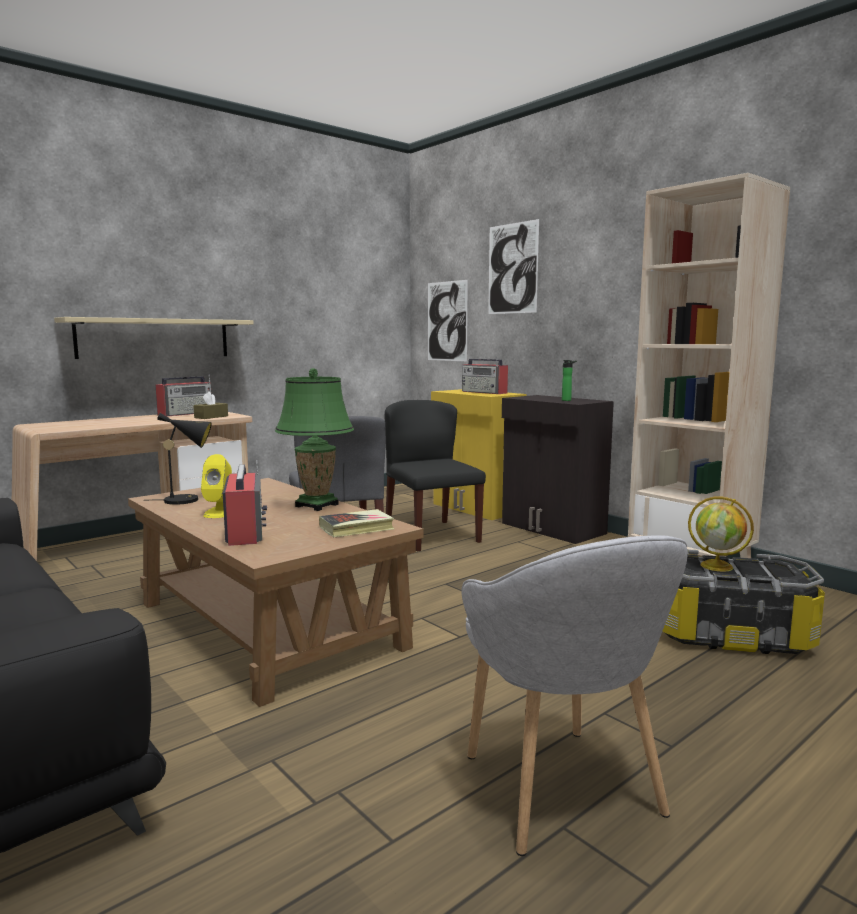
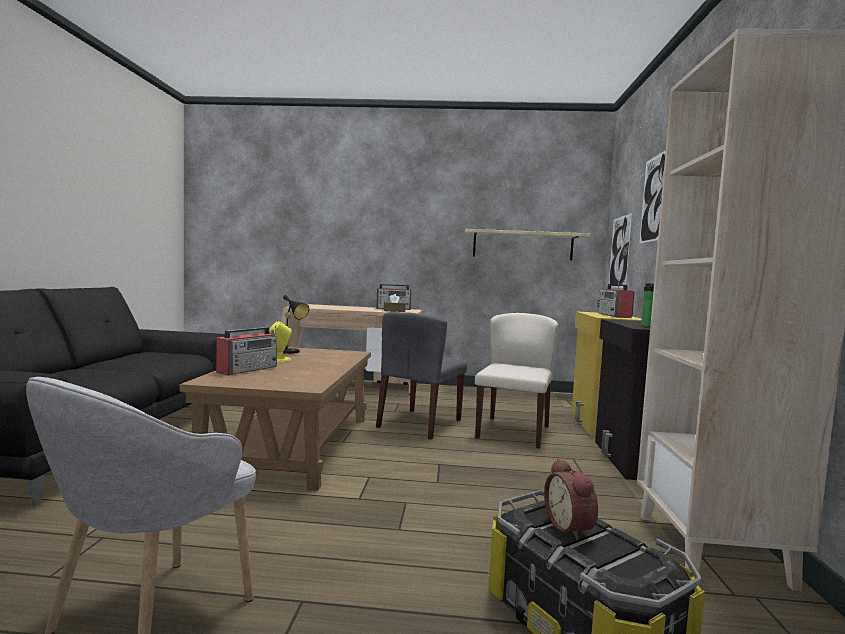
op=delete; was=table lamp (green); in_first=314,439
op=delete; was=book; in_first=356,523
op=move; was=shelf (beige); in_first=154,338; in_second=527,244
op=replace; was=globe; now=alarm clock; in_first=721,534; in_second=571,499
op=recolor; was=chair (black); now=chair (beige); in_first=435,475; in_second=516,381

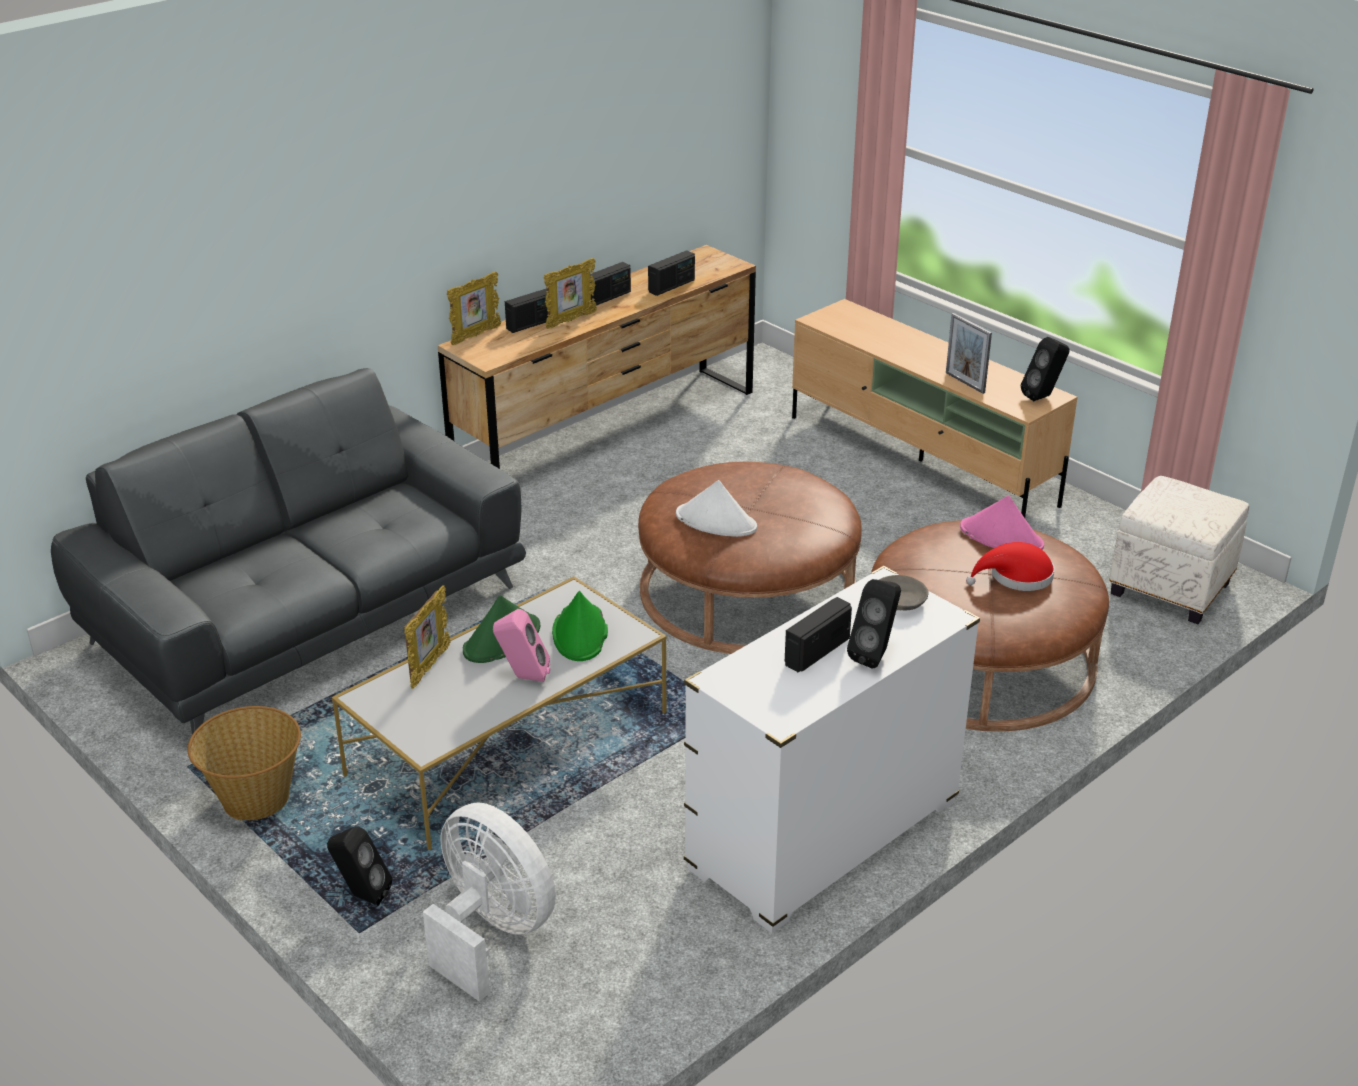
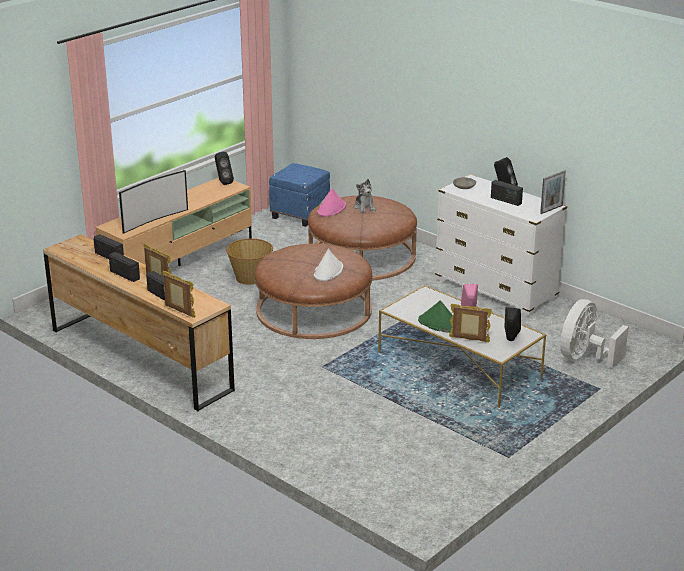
op=delete; was=sofa (grey); in_first=288,551
op=delete; was=hat (green); in_first=580,626
op=insert; now=television; in_second=153,202
op=move; was=basket; in_first=244,763; in_second=249,262
op=move; was=speaker (black); in_first=359,866; in_second=512,324
op=move; was=picture frame; in_first=969,353; in_second=553,192
op=replace; was=hat (red); now=plush toy; in_first=1010,566; in_second=364,196
op=recolor; was=ottoman (white); now=ottoman (blue); in_first=1179,550; in_second=299,195

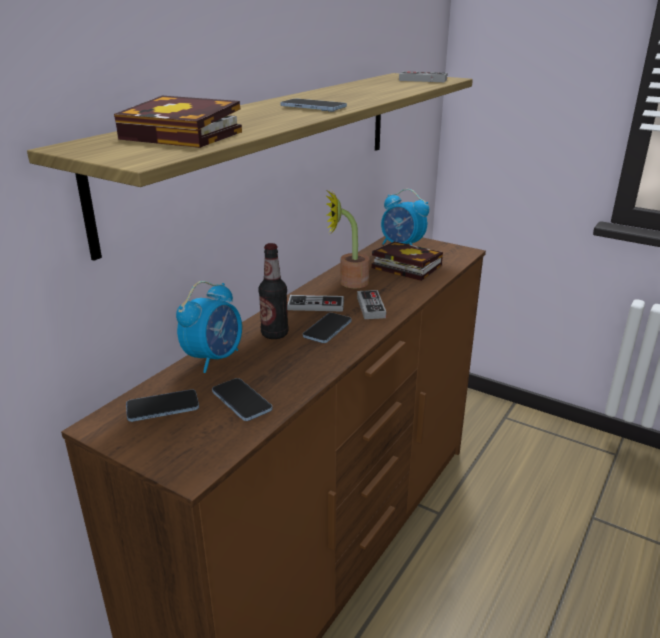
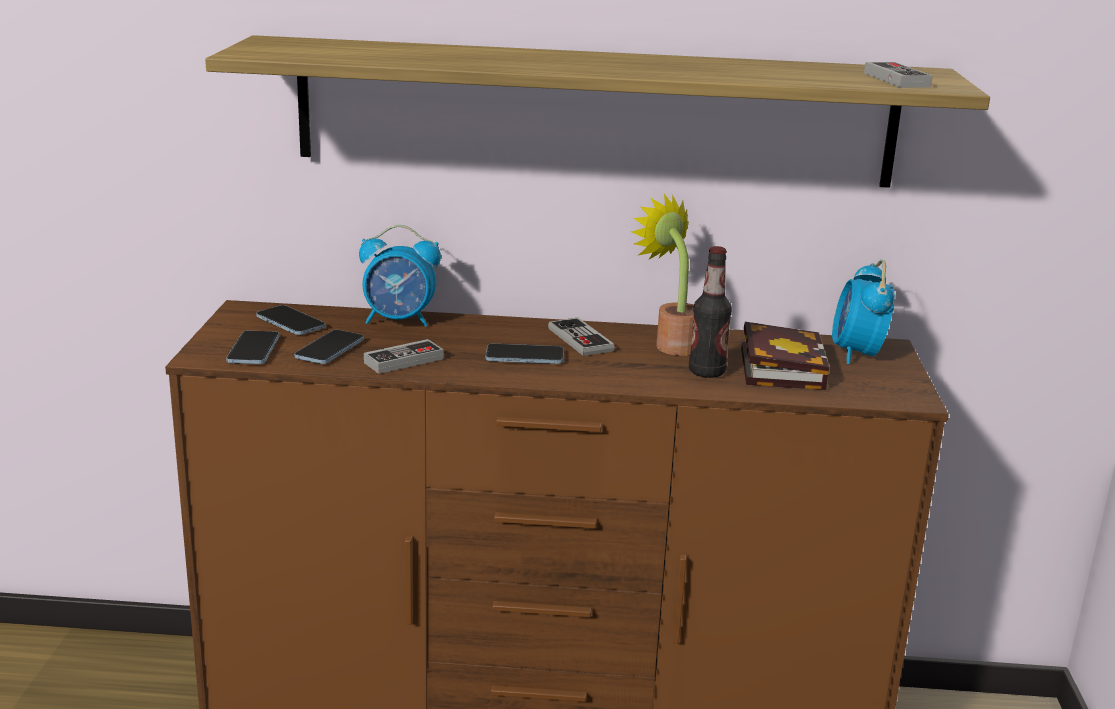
op=delete; was=book; in_first=178,122
op=move; was=bottle; in_first=273,291; in_second=710,312
op=move; was=phone; in_first=313,105; in_second=252,347
op=move; was=game controller; in_first=371,304; in_second=404,356

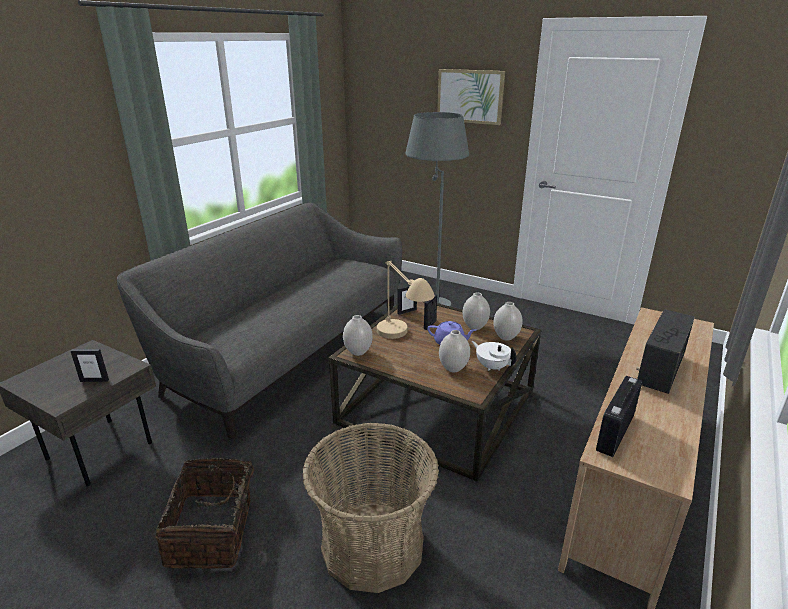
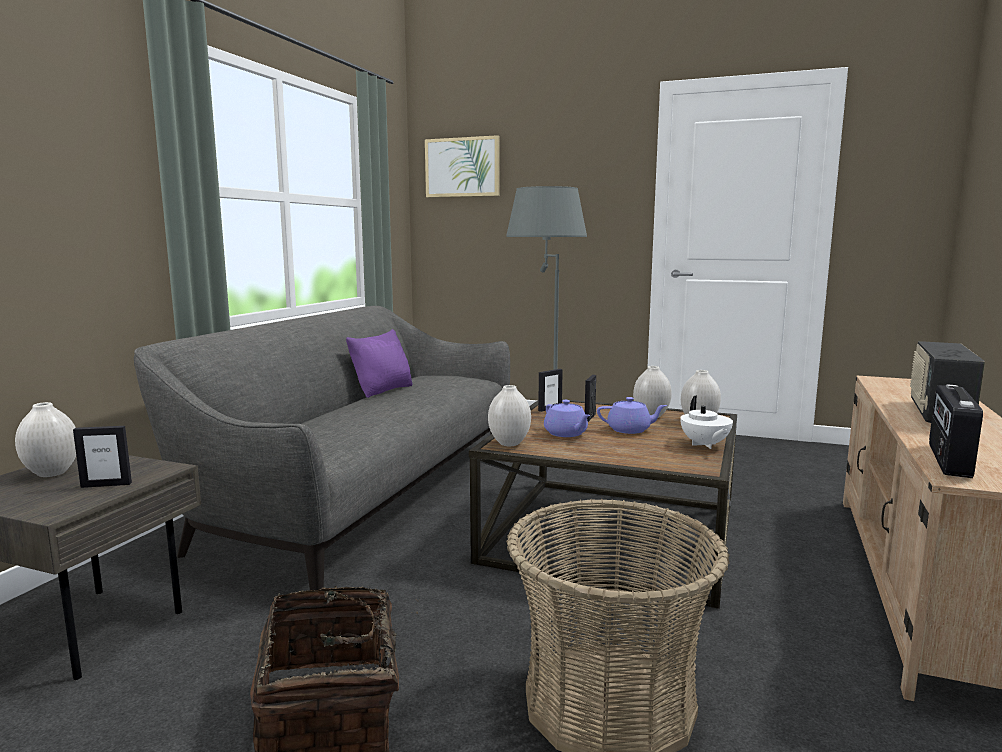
op=insert; now=pillow (purple); in_second=379,363
op=move; was=picture; in_first=471,97; in_second=462,166
op=move; was=vase (white); in_first=454,351; in_second=45,439
op=replace; was=table lamp (beige); now=teapot (purple); in_first=406,300; in_second=567,418
op=rotate; was=teapot (white); in_first=494,356; in_second=706,422; clockwise=-135

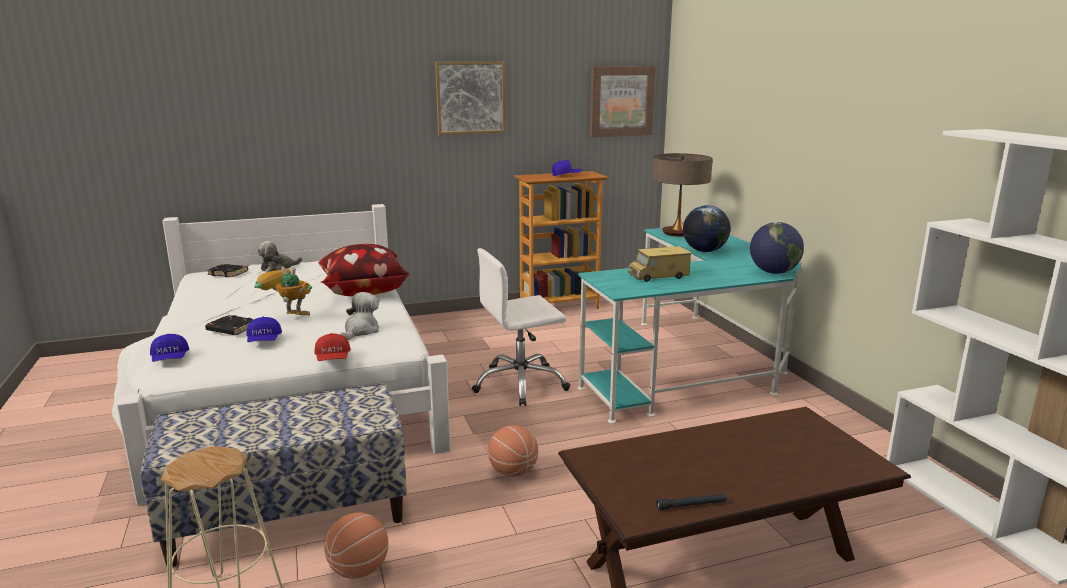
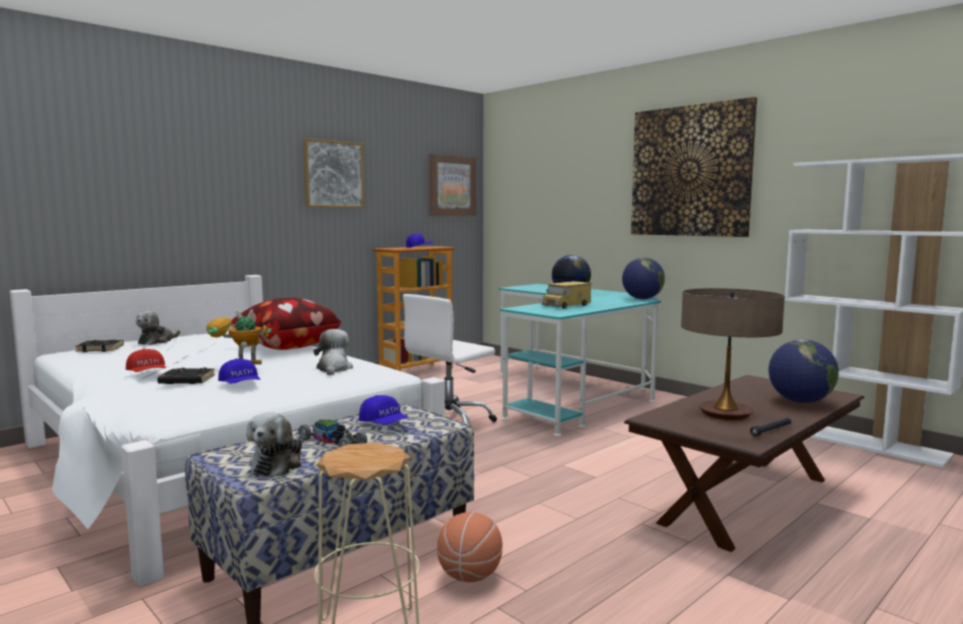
op=delete; was=basketball; in_first=513,451
op=insert; now=plush toy; in_second=274,444
op=insert; now=toy car; in_second=333,433
op=insert; now=picture; in_second=694,167
op=insert; now=globe; in_second=803,371
op=move; was=cap (blue); in_first=169,348; in_second=384,410
op=move; was=cap (red); in_first=332,347; in_second=146,360
op=move; was=table lamp; in_first=682,195; in_second=733,354

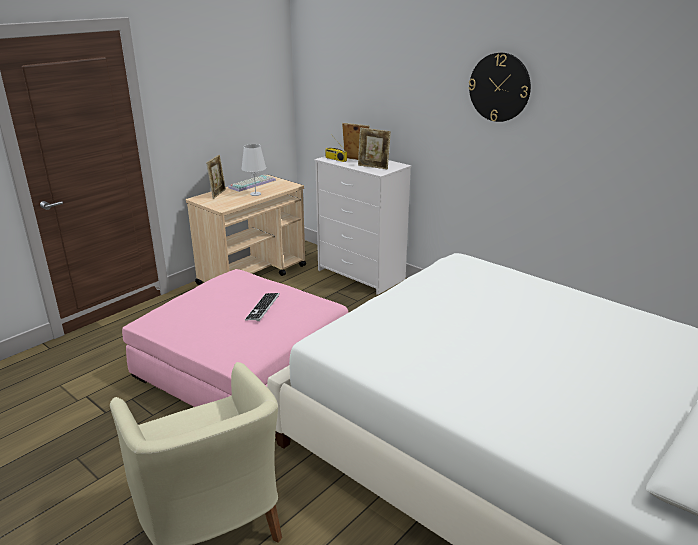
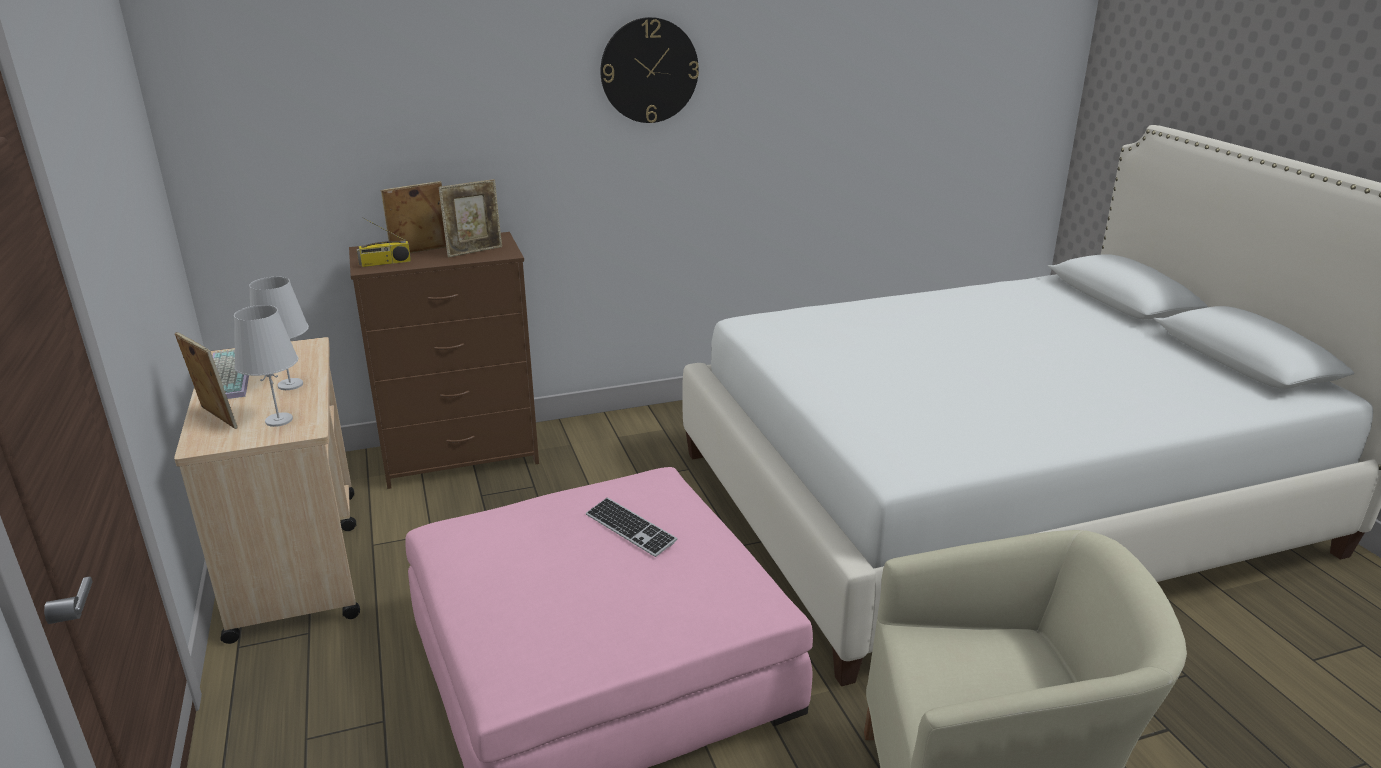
op=insert; now=table lamp (white); in_second=266,366
op=recolor; was=dresser (white); now=dresser (brown); in_first=362,225; in_second=444,360

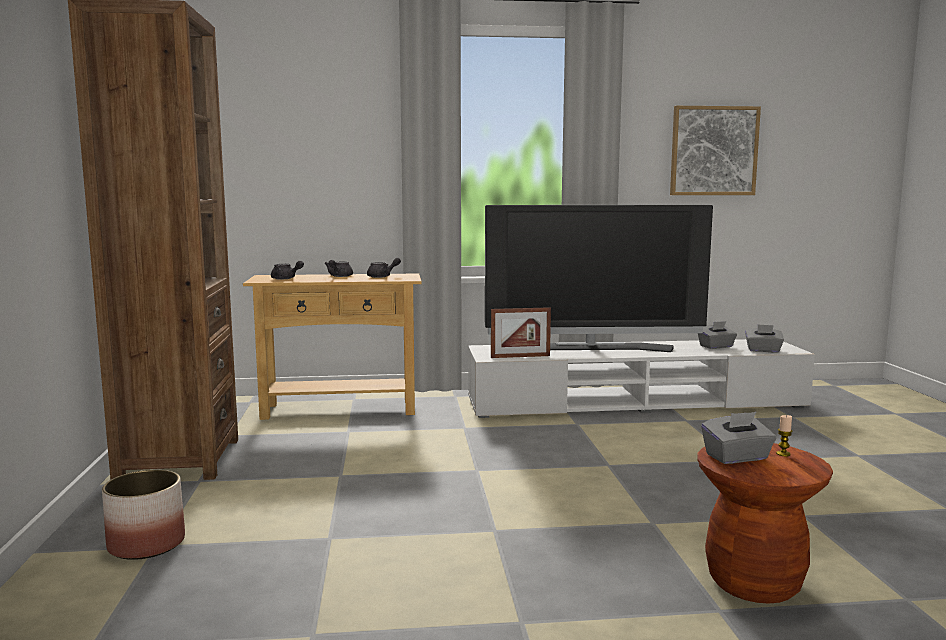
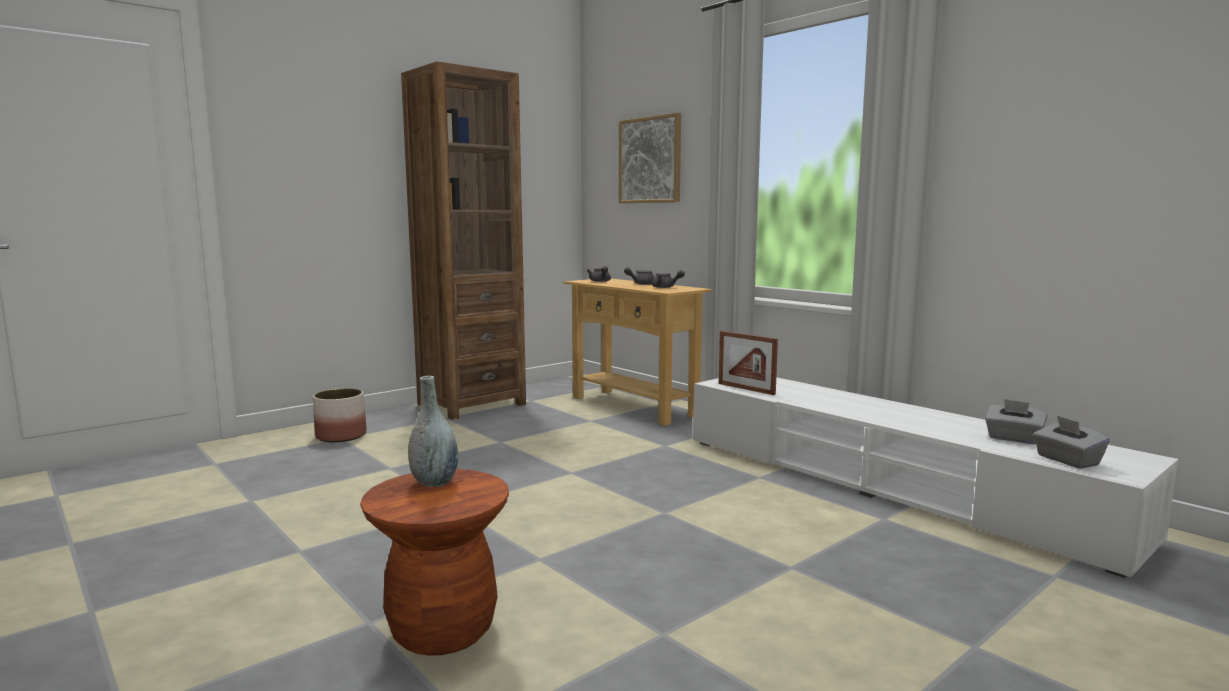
op=delete; was=television; in_first=599,278
op=delete; was=candle; in_first=784,435
op=move; was=picture; in_first=715,150; in_second=650,158
op=replace; was=tissue box (grey); now=vase (grey); in_first=738,438; in_second=433,431

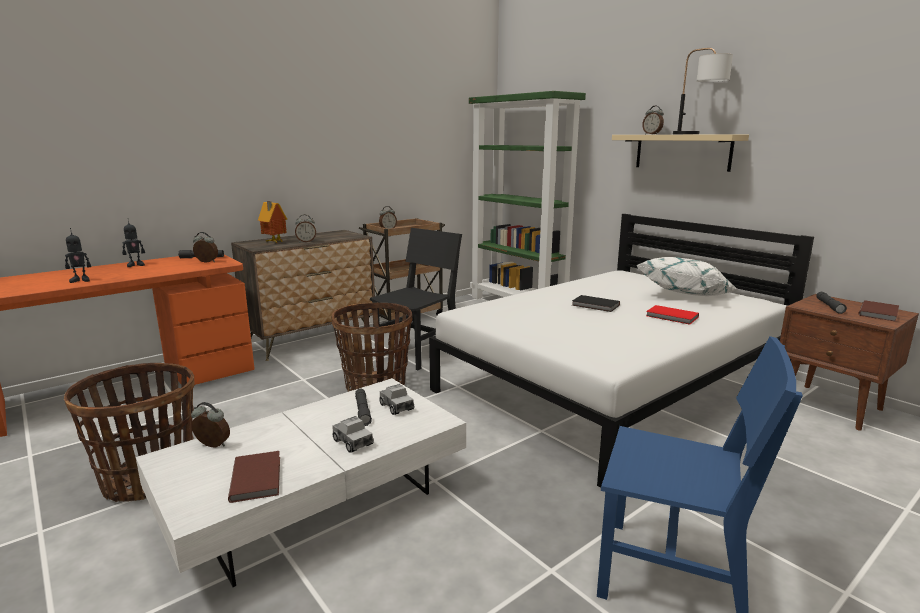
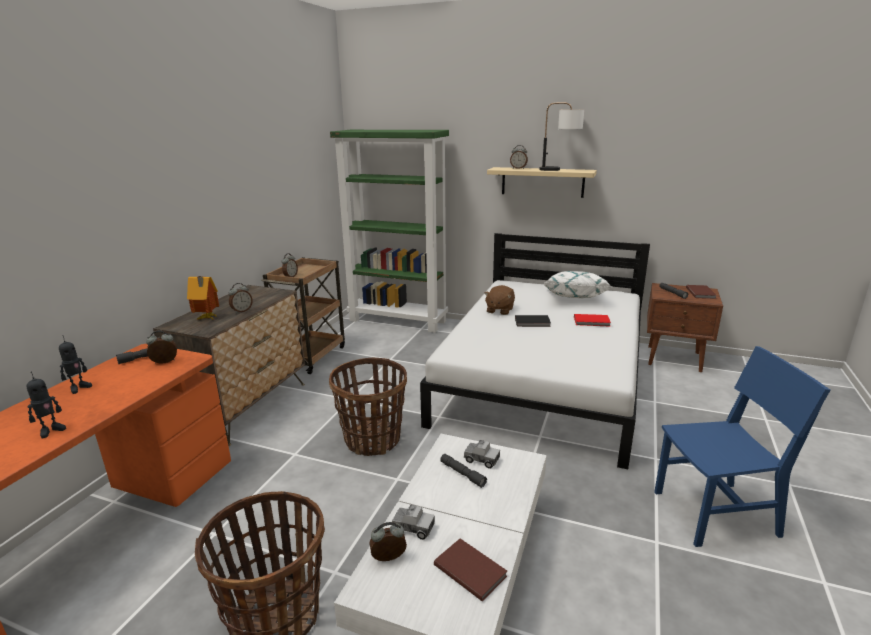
op=delete; was=chair (black); in_first=416,299
op=insert; now=plush toy (brown); in_second=499,300
op=move; was=toy truck; in_first=353,434; in_second=413,522

